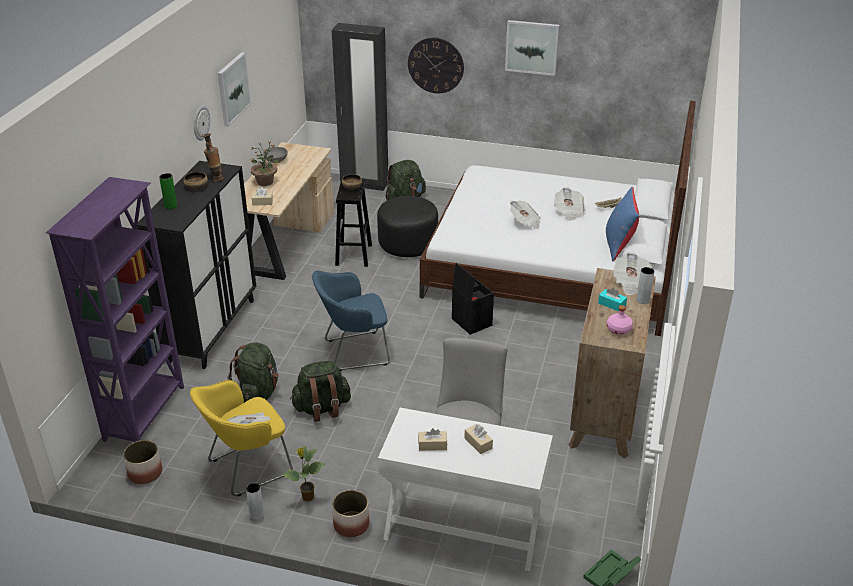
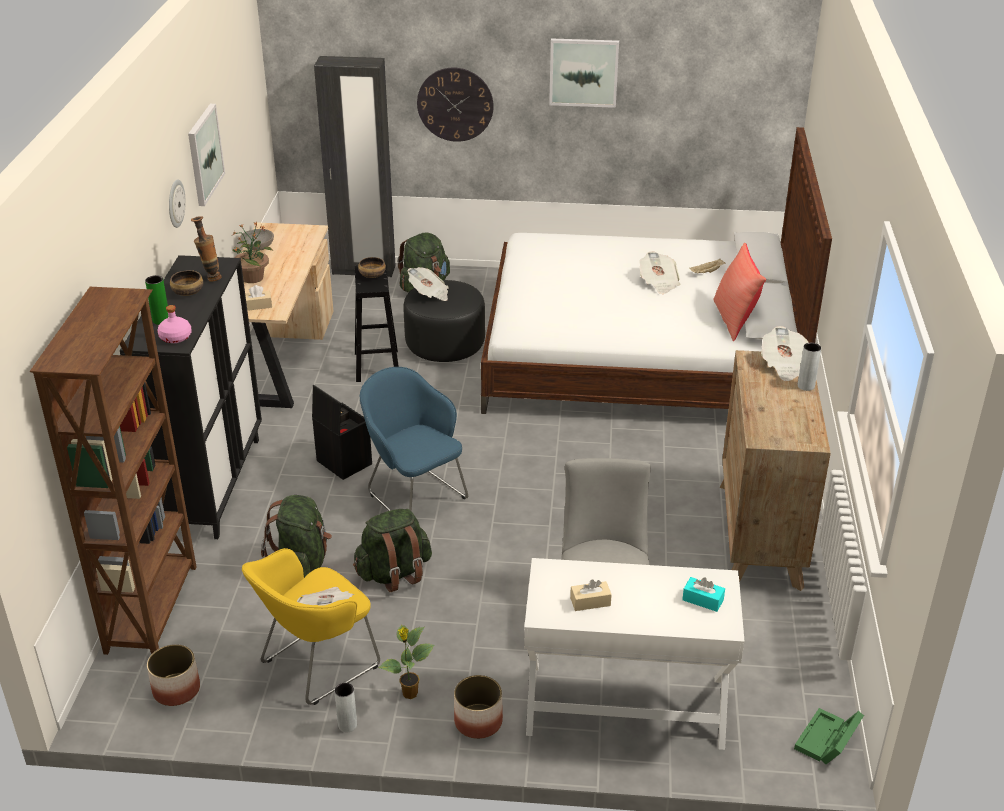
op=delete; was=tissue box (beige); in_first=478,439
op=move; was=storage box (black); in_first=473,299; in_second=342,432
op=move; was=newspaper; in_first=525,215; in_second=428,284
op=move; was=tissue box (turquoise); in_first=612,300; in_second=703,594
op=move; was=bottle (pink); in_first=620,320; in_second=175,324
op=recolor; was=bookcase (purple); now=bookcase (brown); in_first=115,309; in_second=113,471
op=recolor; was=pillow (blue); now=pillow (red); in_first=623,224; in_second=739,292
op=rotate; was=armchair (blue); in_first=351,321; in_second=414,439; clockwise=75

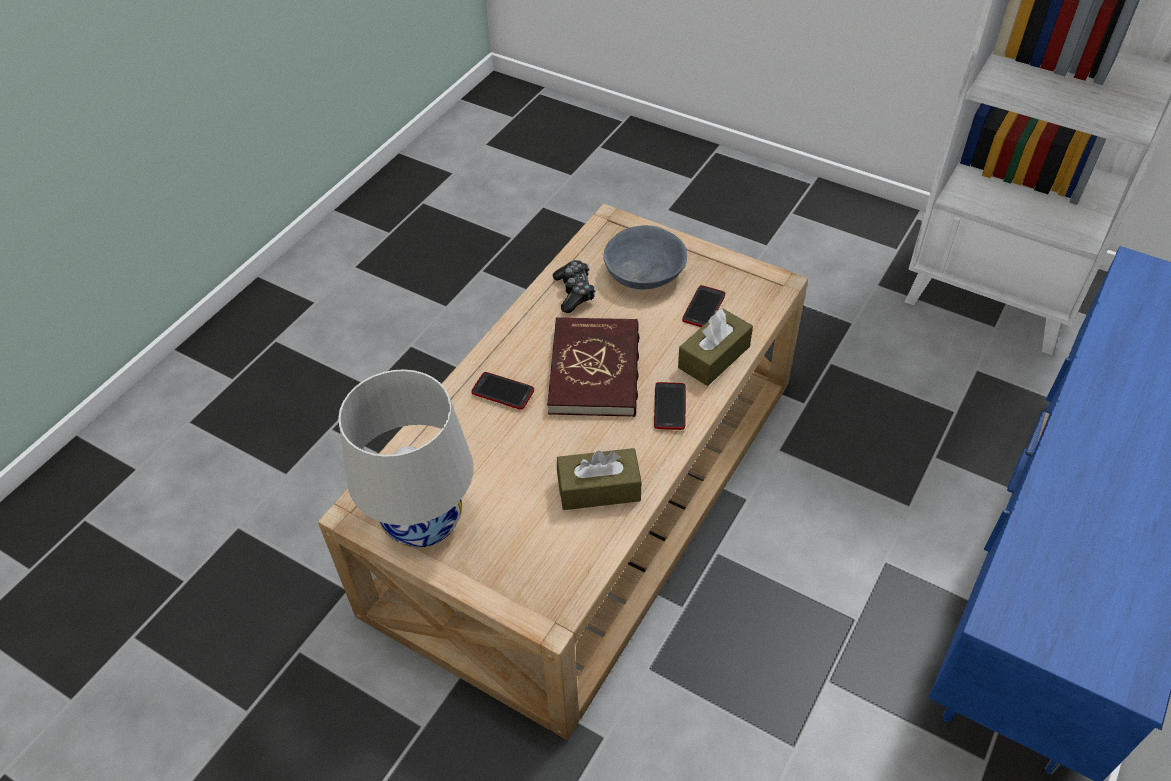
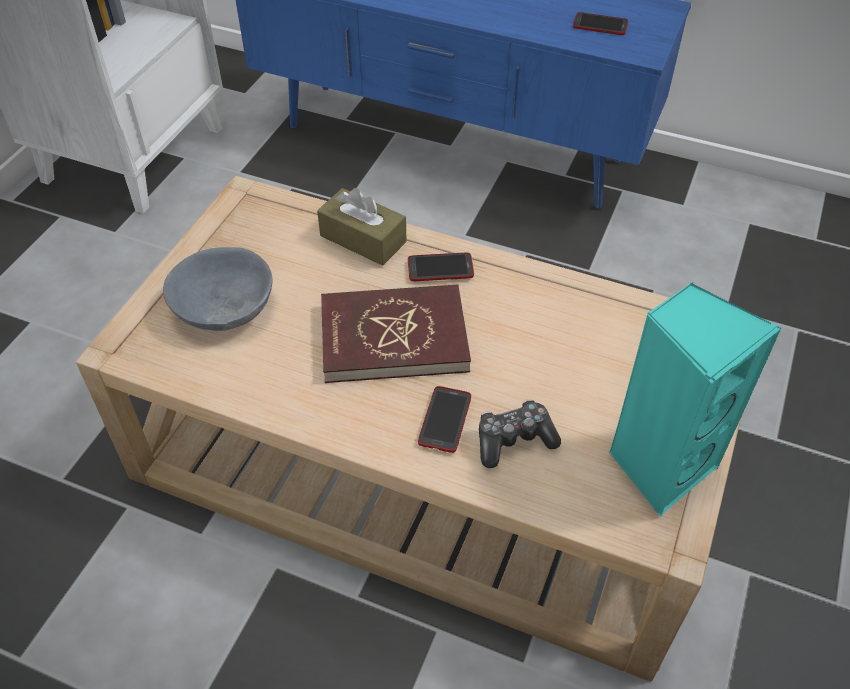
op=delete; was=tissue box (brown); in_first=599,479
op=move; was=game controller; in_first=574,286; in_second=520,434
op=move; was=phone; in_first=703,306; in_second=600,23
op=replace; was=table lamp (white); now=speaker (turquoise); in_first=405,458; in_second=695,399

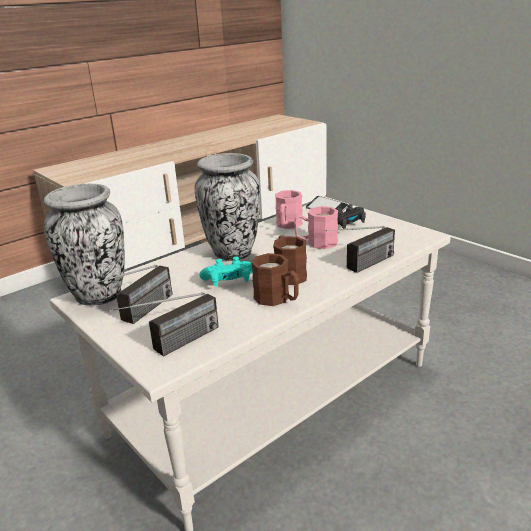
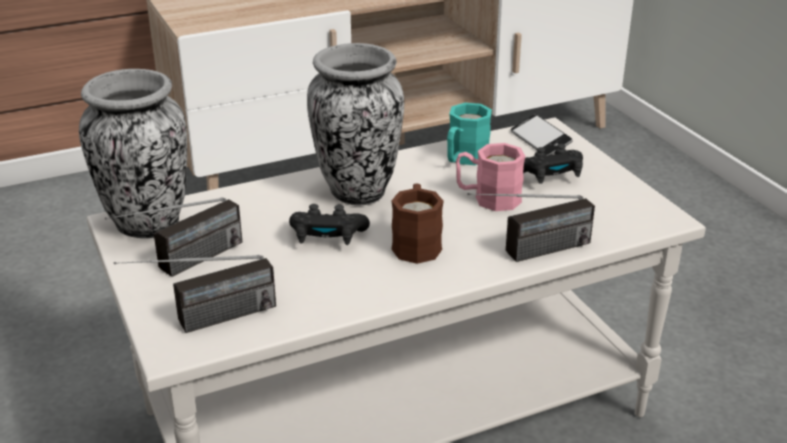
op=delete; was=mug (brown); in_first=275,279
op=recolor; was=game controller (turquoise); now=game controller (black); in_first=226,271; in_second=329,224
op=recolor; was=mug (pink); now=mug (turquoise); in_first=289,209; in_second=469,134

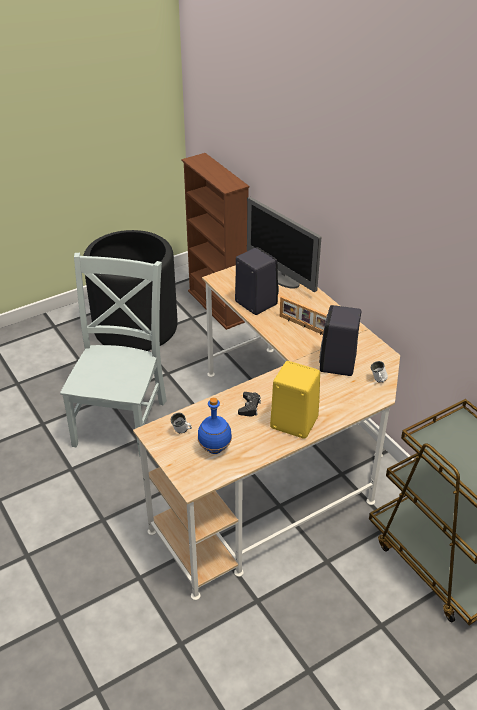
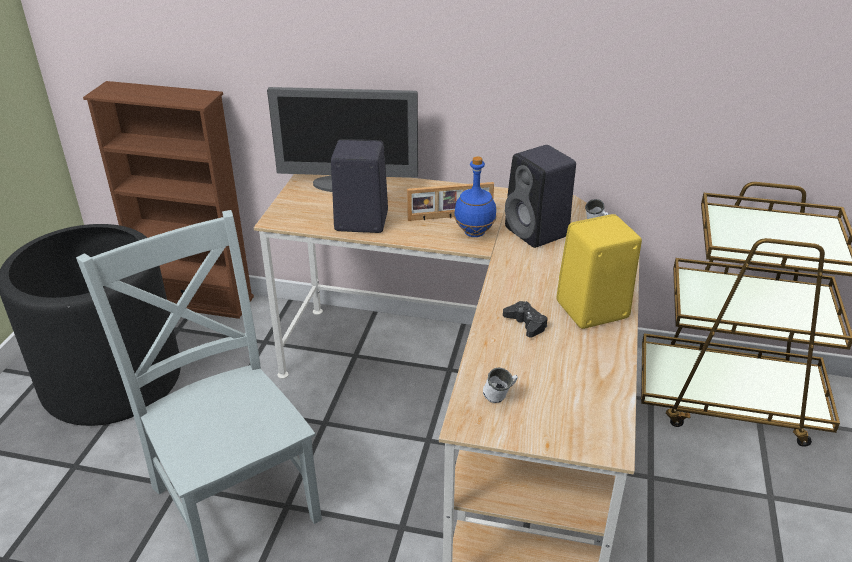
op=move; was=bottle (blue); in_first=215,425; in_second=475,196

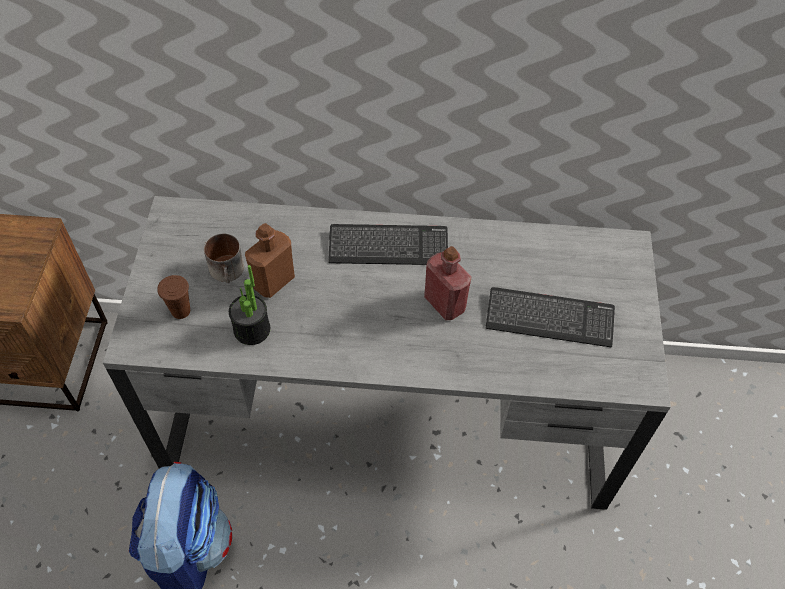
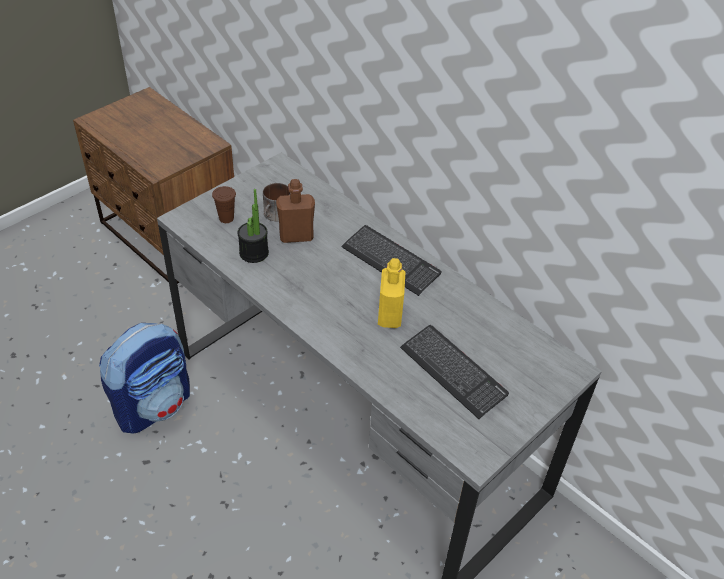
op=recolor; was=bottle (red); now=bottle (yellow); in_first=447,283; in_second=392,293

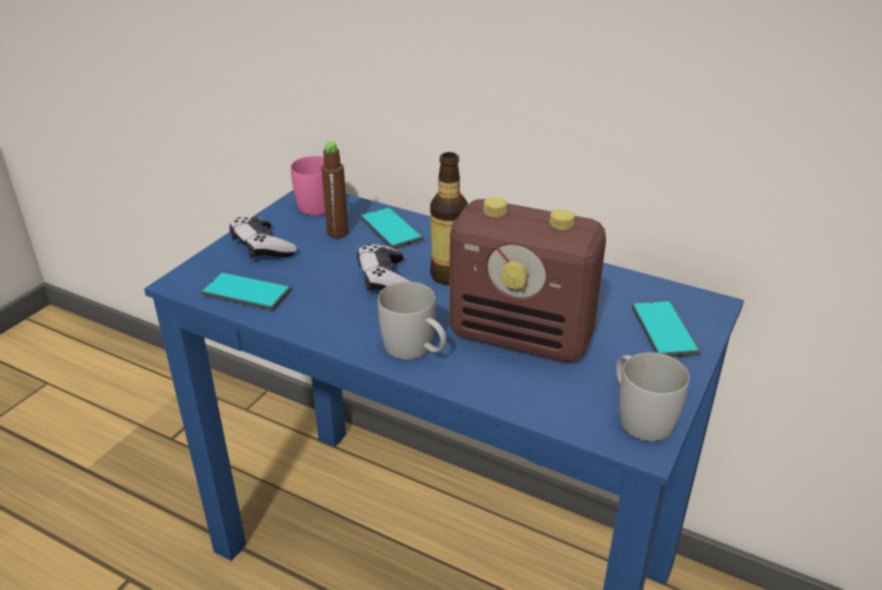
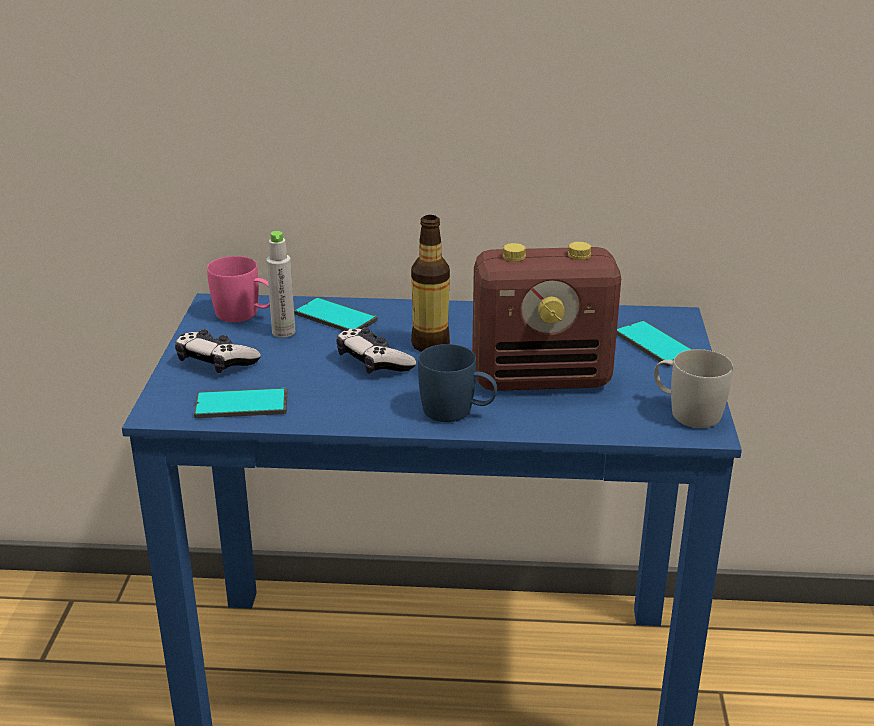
op=recolor; was=bottle (brown); now=bottle (grey); in_first=335,189; in_second=281,284
op=recolor; was=mug (white); now=mug (blue); in_first=412,321; in_second=457,383

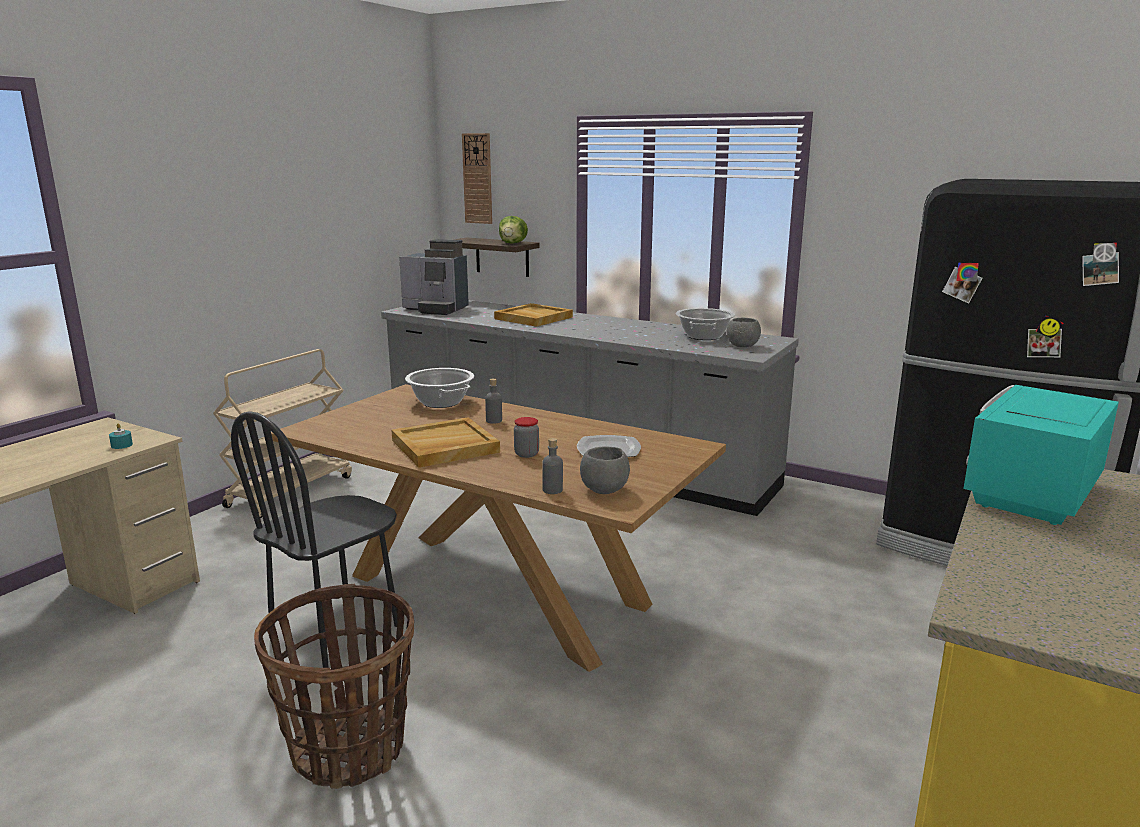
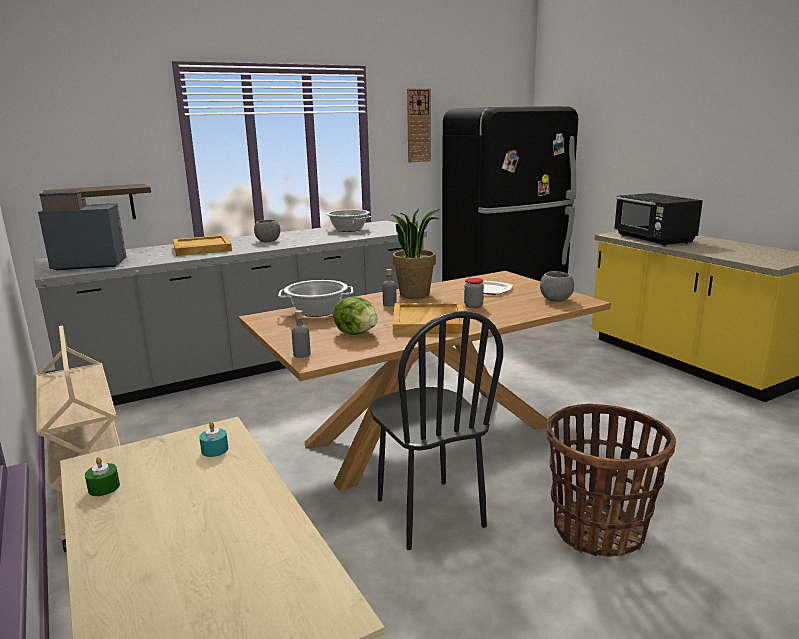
op=insert; now=candle (green); in_second=102,476
op=insert; now=potted plant; in_second=415,253
op=move; was=wall clock; in_first=477,178; in_second=419,126
op=move; was=lettuce; in_first=513,229; in_second=355,315
op=move; was=bottle (grey); in_first=552,466; in_second=301,334
op=move; was=bowl (grey); in_first=744,332; in_second=267,231
op=recolor; was=microwave (turquoise); now=microwave (black); in_first=1041,455; in_second=658,219
op=rotate; was=coffee machine; in_first=434,277; in_second=82,230; clockwise=-150

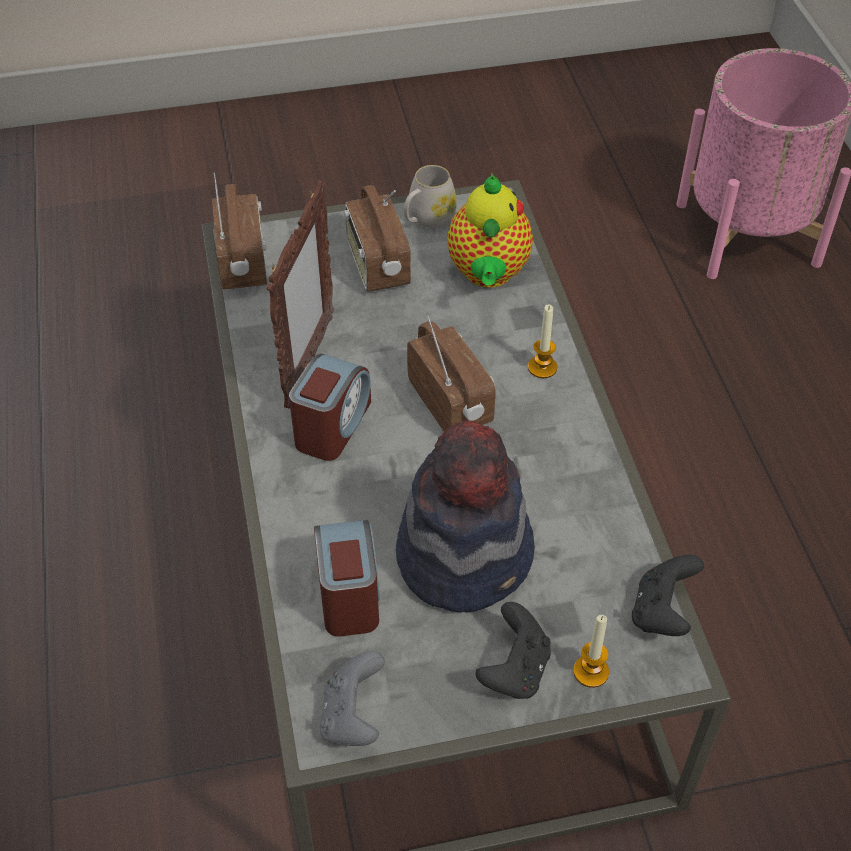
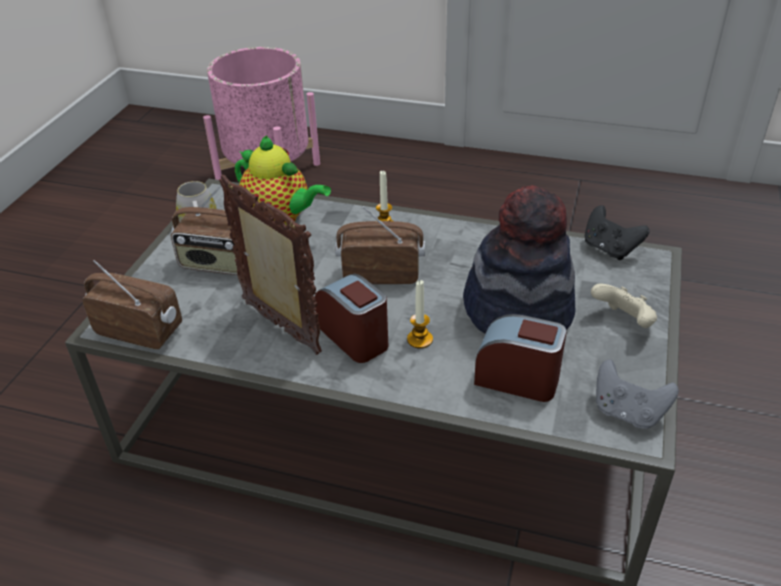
op=move; was=candle; in_first=591,651; in_second=420,314
op=recolor; was=game controller (black); now=game controller (beige); in_first=513,650; in_second=624,305

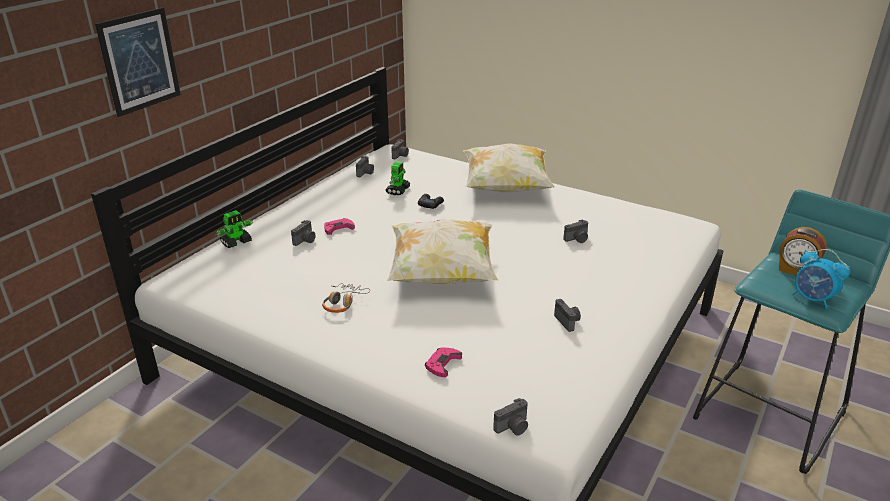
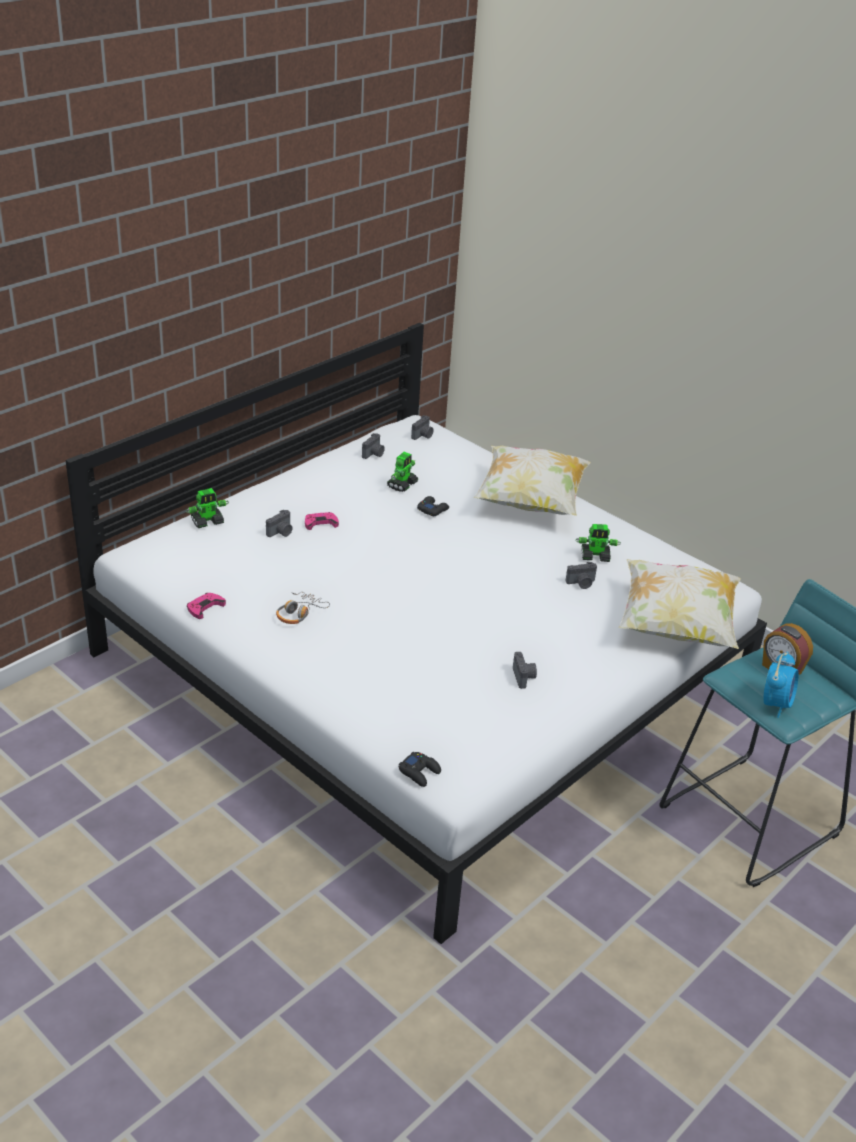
op=delete; was=picture; in_first=138,62
op=insert; now=toy robot; in_second=598,543
op=move; was=pillow; in_first=443,251; in_second=680,604
op=move; was=game controller (pink); in_first=443,362; in_second=206,606
op=replace; was=photo camera; now=game controller (black); in_first=510,417; in_second=420,769
op=rotate; was=alarm clock; in_first=821,279; in_second=781,685; clockwise=-120

